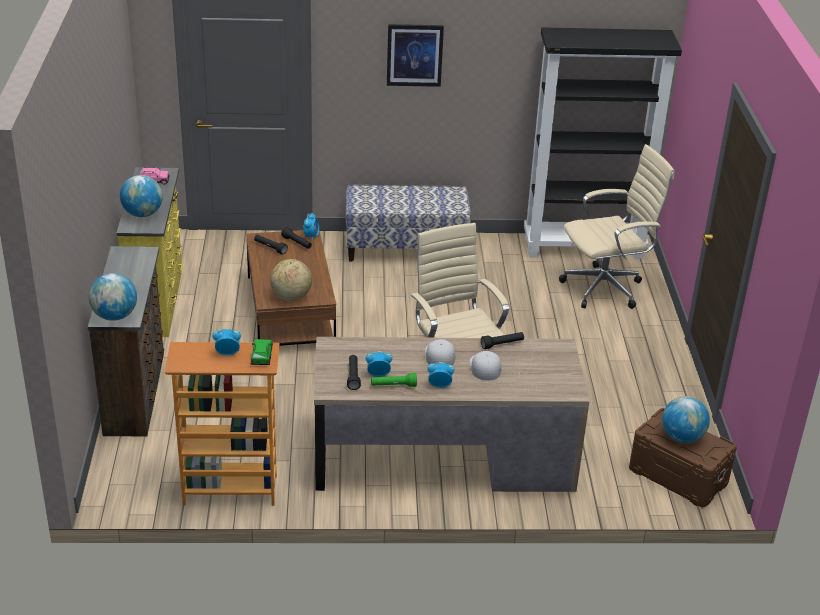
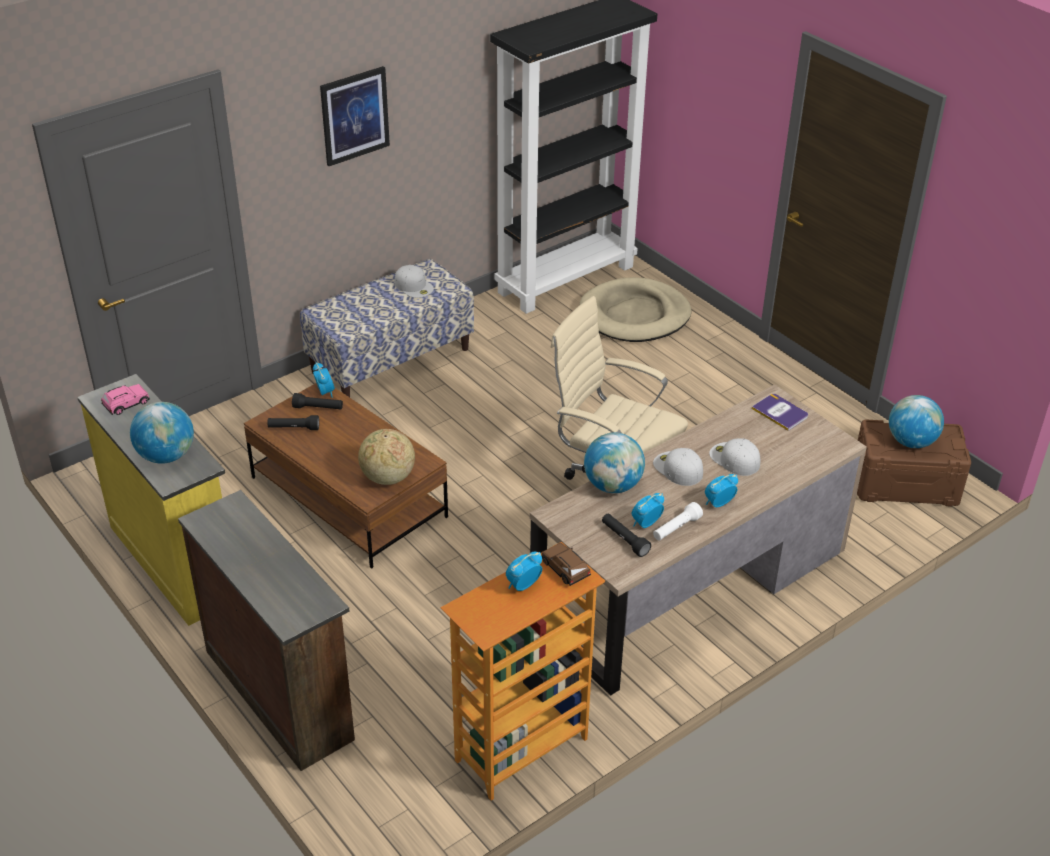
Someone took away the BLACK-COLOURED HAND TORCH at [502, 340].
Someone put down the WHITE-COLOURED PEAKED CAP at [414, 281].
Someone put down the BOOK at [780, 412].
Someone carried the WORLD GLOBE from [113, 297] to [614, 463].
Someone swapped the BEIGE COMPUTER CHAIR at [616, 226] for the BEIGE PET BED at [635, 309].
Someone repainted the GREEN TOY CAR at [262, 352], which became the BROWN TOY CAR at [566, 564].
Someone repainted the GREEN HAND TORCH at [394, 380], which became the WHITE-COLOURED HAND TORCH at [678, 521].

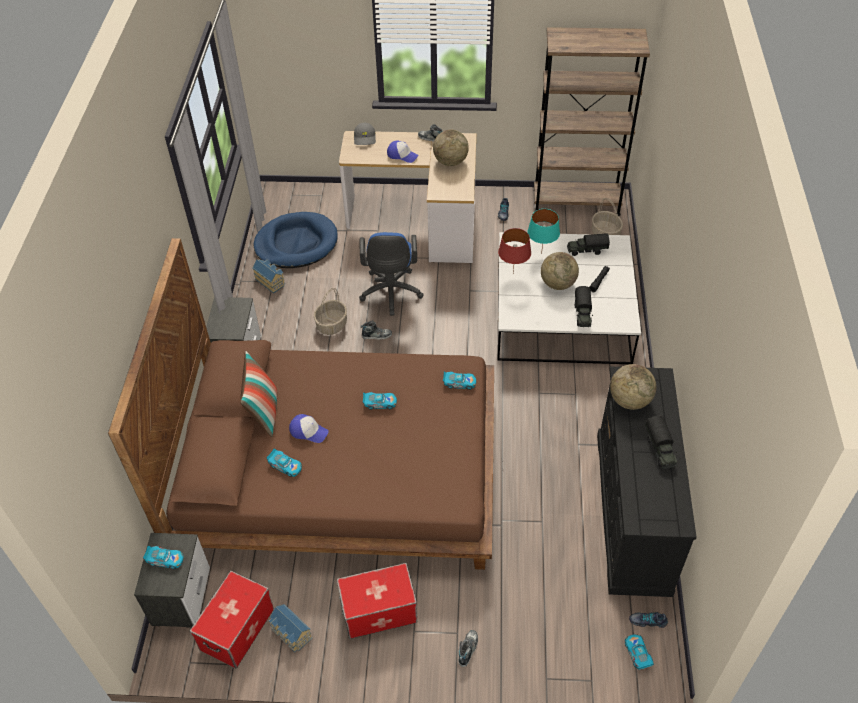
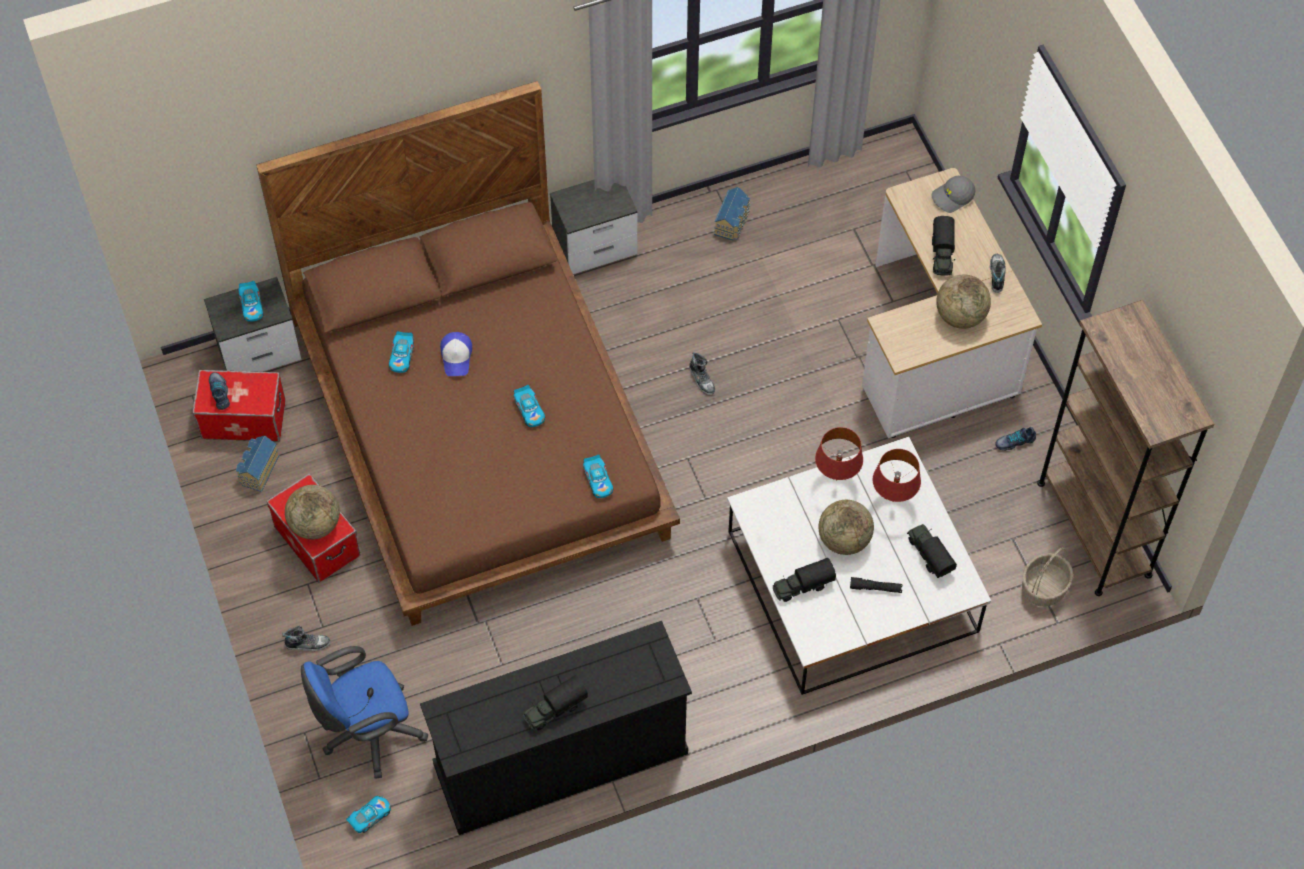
Someone took away the PILLOW at [258, 394].
Someone took away the BLUE PET BED at [296, 240].
Someone took away the STORAGE BASKET at [330, 311].
Someone carried the BLUE COMPUTER CHAIR from [391, 274] to [364, 712].
Someone carried the WORLD GLOBE from [633, 387] to [312, 512].
Someone carried the SHOE from [648, 620] to [219, 391].
Someone swapped the PEAKED CAP at [402, 152] for the TOY TRUCK at [943, 245].
Someone repainted the TURQUOISE-COLOURED TABLETOP LAMP at [543, 231], which became the REDDISH TABLETOP LAMP at [897, 475].

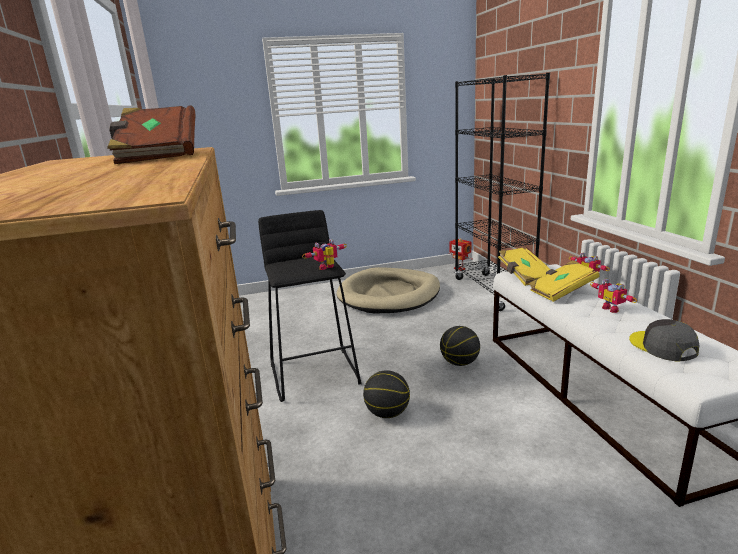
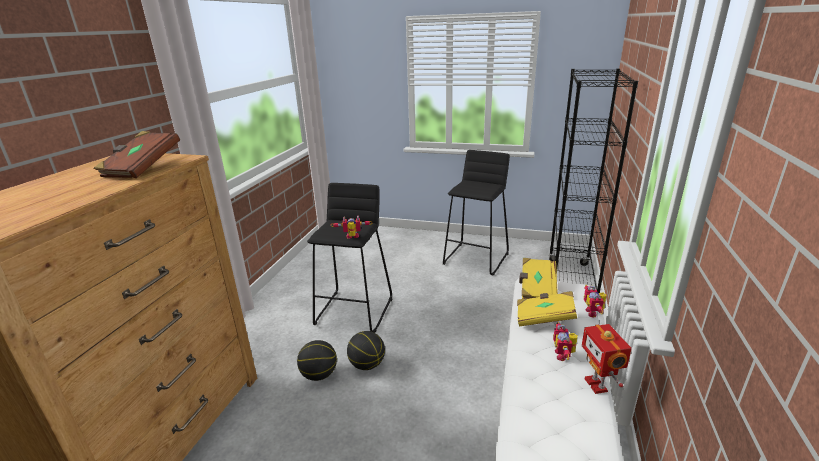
Someone took away the GRAY PEAKED CAP at [664, 340].
Someone carried the BASKETBALL BALL from [460, 346] to [317, 360].
Someone carried the ROBOT FIGURE from [461, 254] to [607, 359].
Someone swapped the BEIGE PET BED at [388, 290] for the BLACK-COLOURED STOOL at [476, 213].

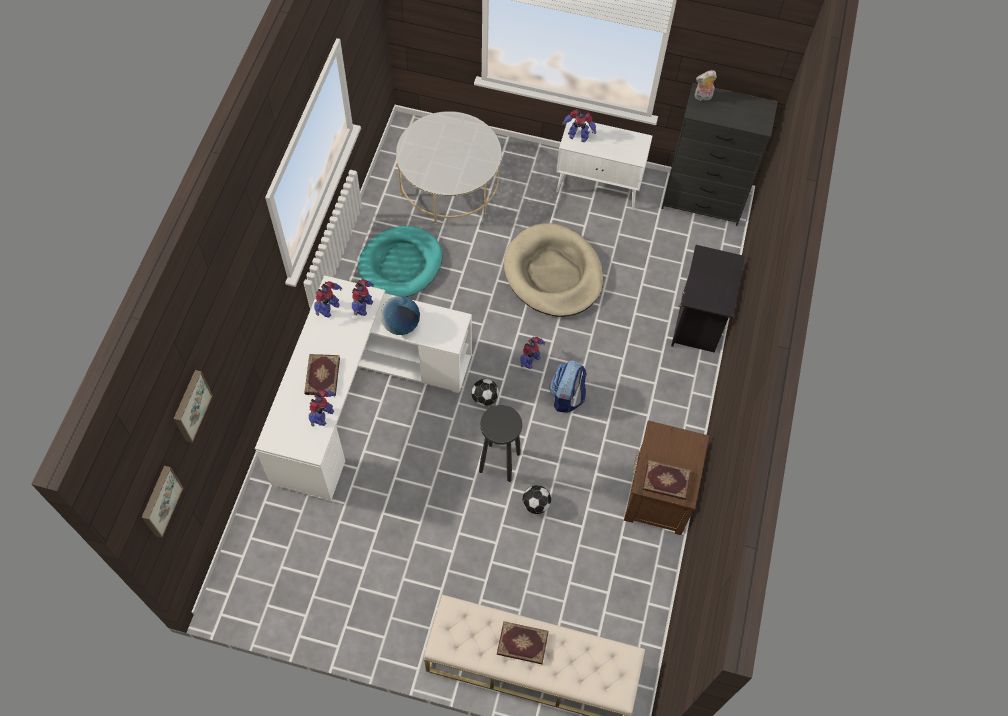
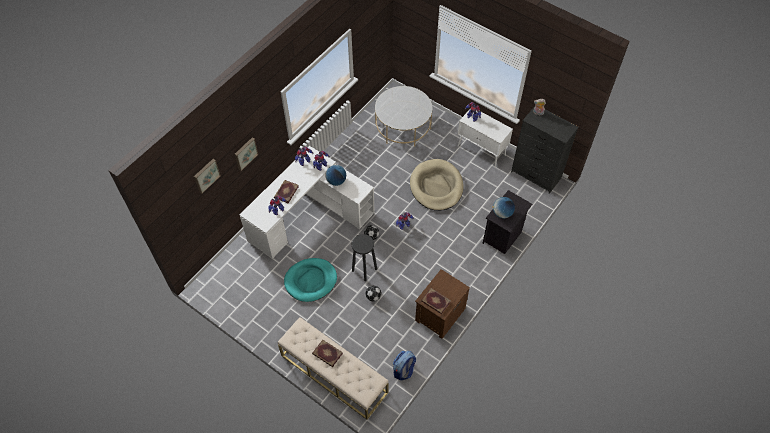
Someone put down the WORLD GLOBE at [504, 207].
Someone carried the PICTURE from [162, 502] to [246, 154].
Someone carried the TURQUOISE-COLOURED PET BED from [400, 261] to [310, 280].
Someone carried the RUCKSACK from [568, 386] to [404, 365].

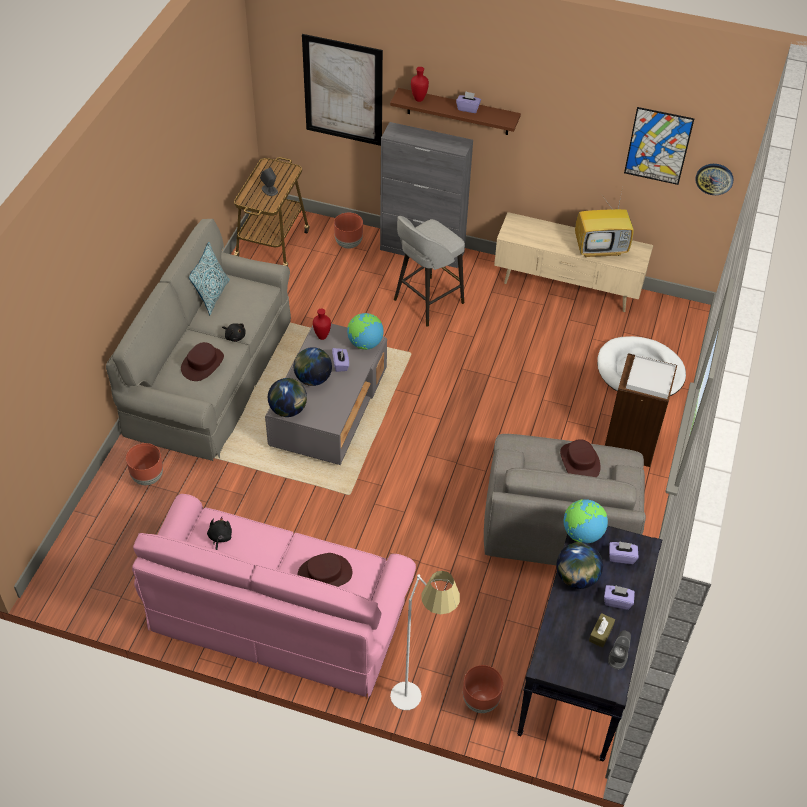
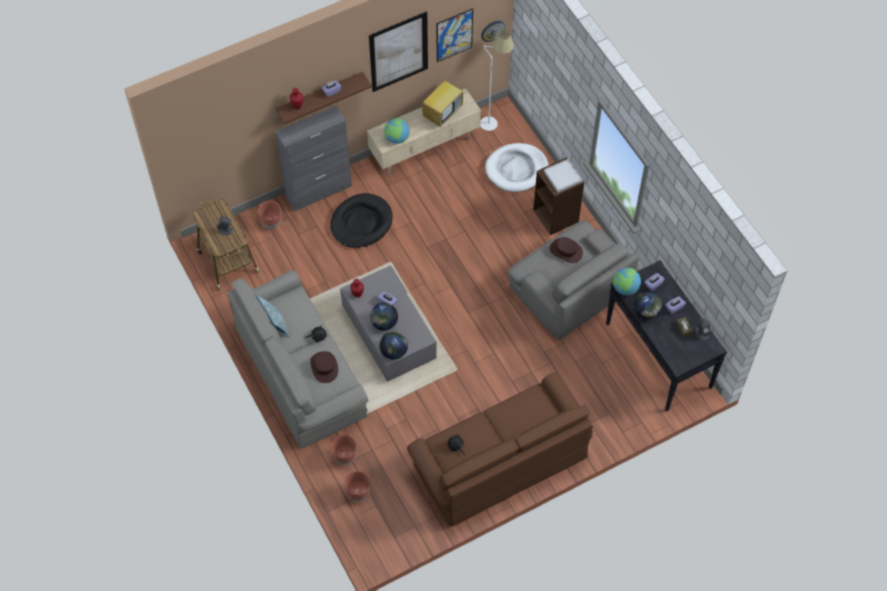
Someone took away the BROWN CLOTHING HAT at [324, 570].
Someone carried the PICTURE from [342, 90] to [398, 51].
Someone carried the WORLD GLOBE from [365, 331] to [397, 131].
Someone carried the WHITE-COLOURED STANDING LAMP from [425, 640] to [497, 80].
Someone carried the BROWN PLANTER from [483, 689] to [357, 486].
Someone swapped the GRAY STOOL at [429, 271] for the BLACK-COLOURED PET BED at [362, 220].
Someone repainted the PINK SETTEE at [274, 595], which became the BROWN SETTEE at [500, 449].

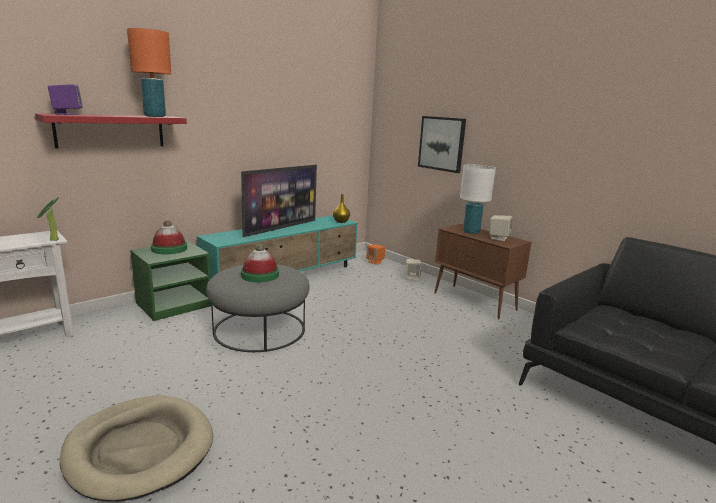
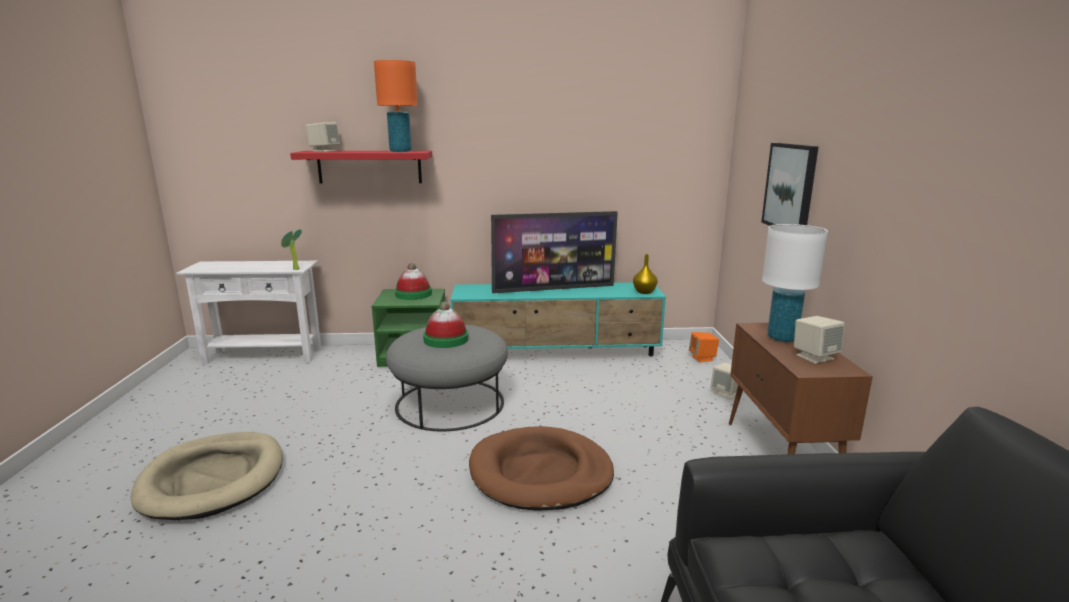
Someone put down the BROWN PET BED at [541, 468].
Someone repainted the PURPLE LOUDSPEAKER at [65, 99], which became the BEIGE LOUDSPEAKER at [323, 137].

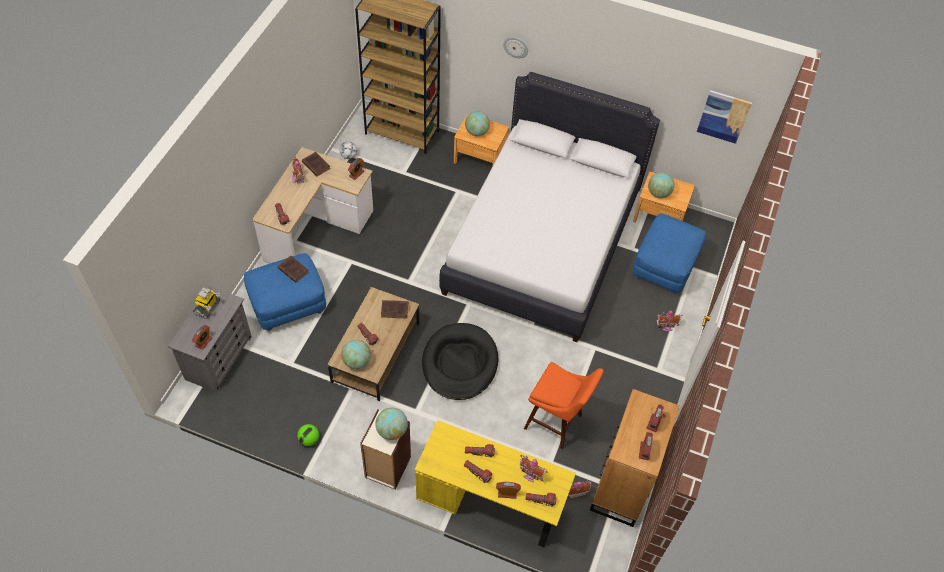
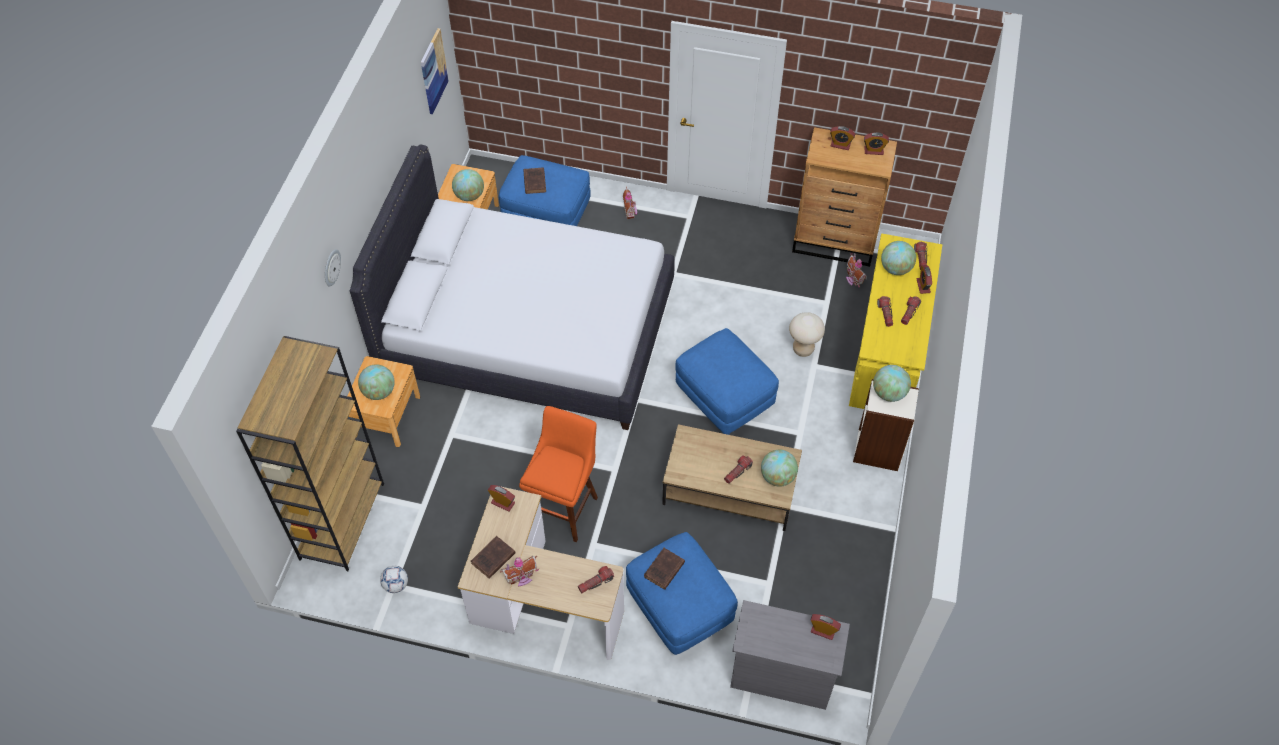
Someone took away the ROBOT FIGURE at [207, 303].
Someone took away the FOOTBALL BALL at [308, 435].
Someone put down the BEIGE STOOL at [807, 334].
Someone carried the BROWN BOOK from [394, 309] to [534, 180].
Someone carried the ORANGE STOOL from [564, 405] to [558, 474].
Someone swapped the BLACK-COLOURED PET BED at [460, 361] for the BLUE OTTOMAN at [727, 381].
Someone swapped the MODEL HOUSE at [534, 468] for the WORLD GLOBE at [898, 258].

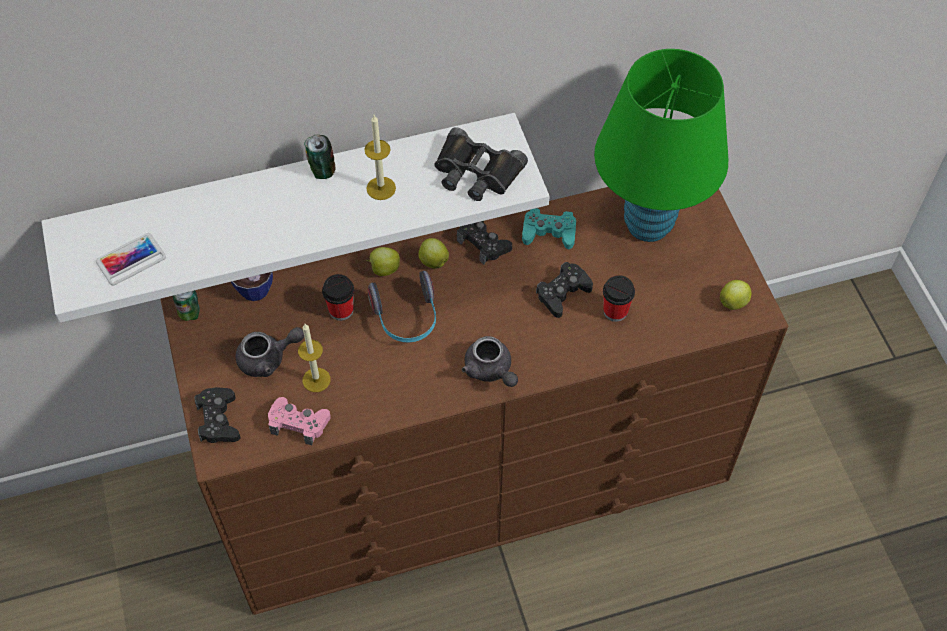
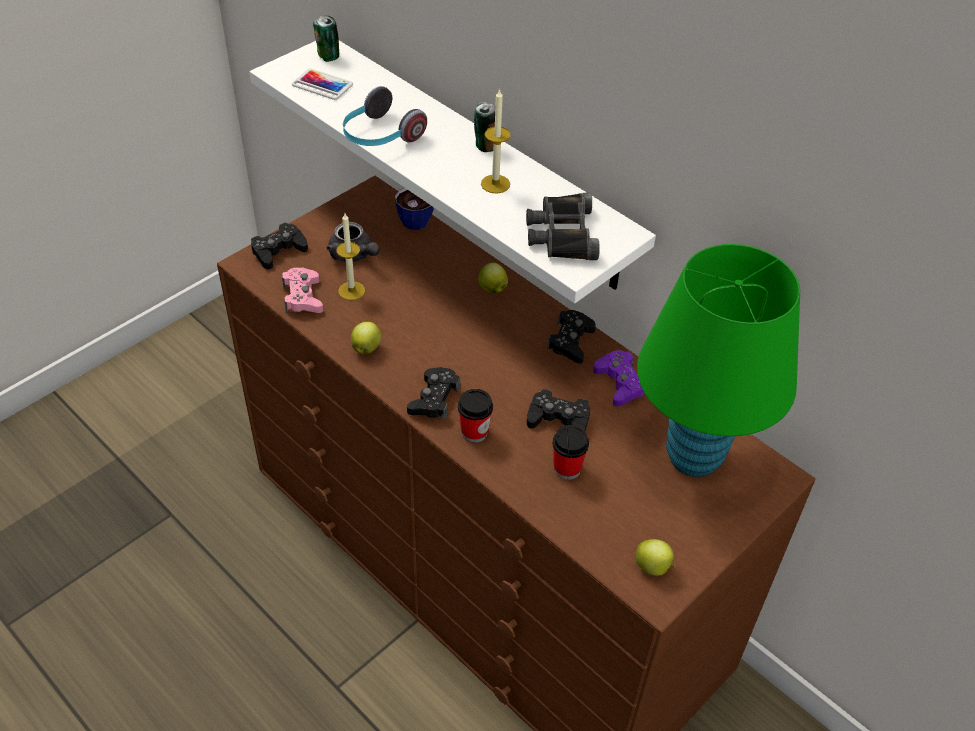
Someone carried the SEALED CAN from [186, 305] to [326, 39].
Someone carried the CUP from [338, 297] to [475, 416].
Someone carried the HEADPHONES from [402, 306] to [385, 116].
Someone carried the WHOLE APPLE from [433, 253] to [366, 338].
Someone swapped the GRAY TEAPOT at [490, 361] for the BLACK-COLOURED JOYPAD at [434, 393].
Someone repainted the TURQUOISE-COLOURED JOYPAD at [549, 228], which became the PURPLE JOYPAD at [618, 378].

